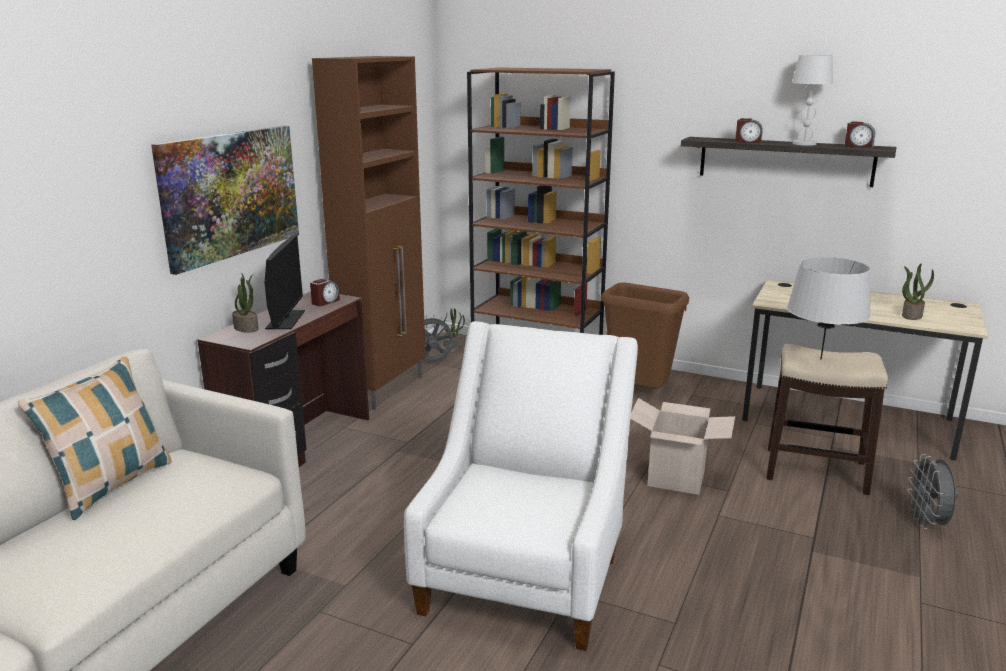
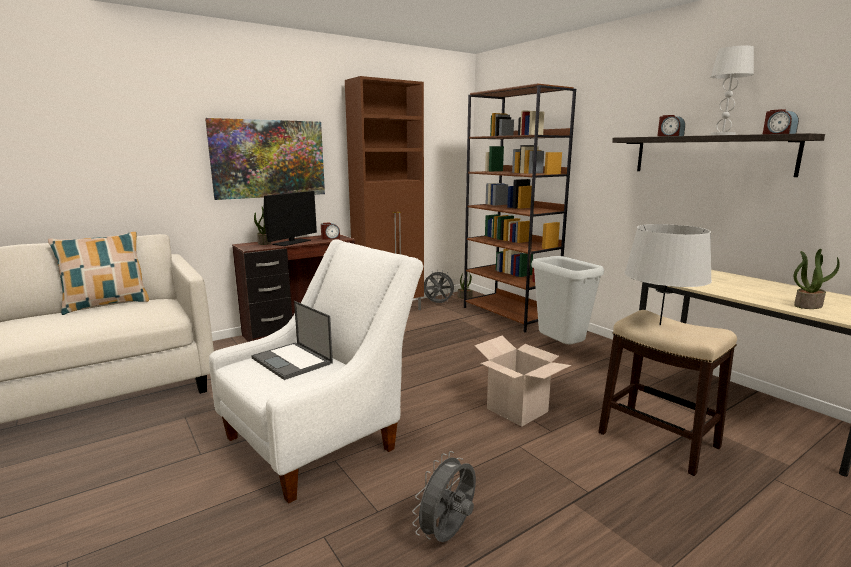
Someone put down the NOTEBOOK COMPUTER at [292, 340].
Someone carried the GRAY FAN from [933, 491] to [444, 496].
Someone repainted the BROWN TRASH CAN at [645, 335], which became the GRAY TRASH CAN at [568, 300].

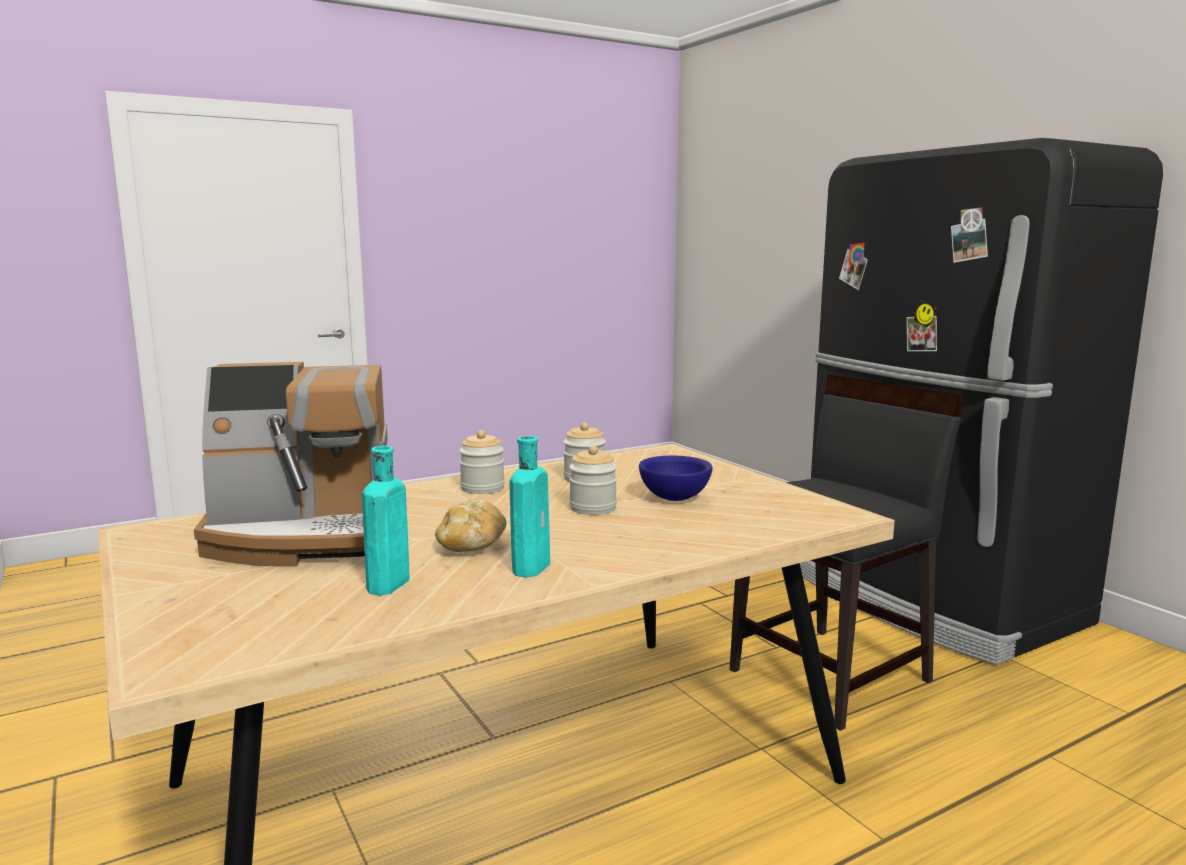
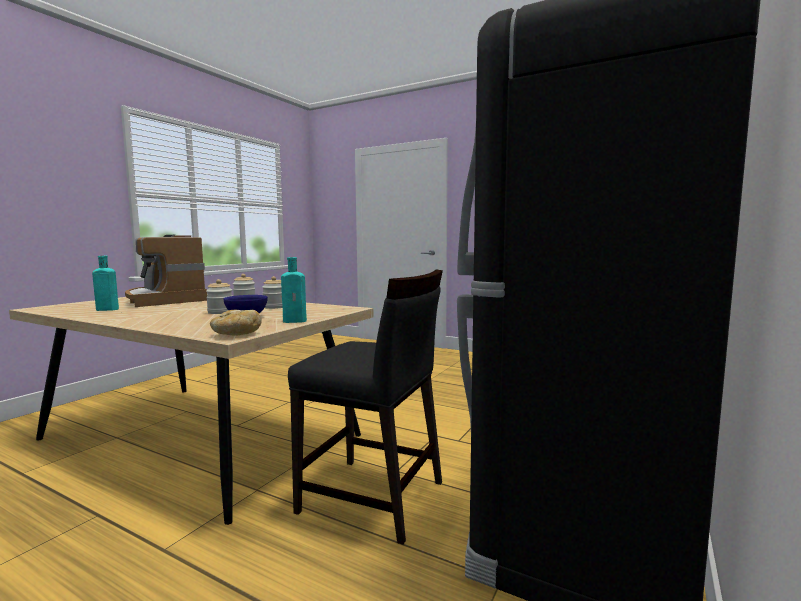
Someone carried the BAKERY BREAD from [470, 525] to [236, 323].
Someone carried the TURQUOISE-COLOURED BOTTLE from [529, 506] to [294, 290].

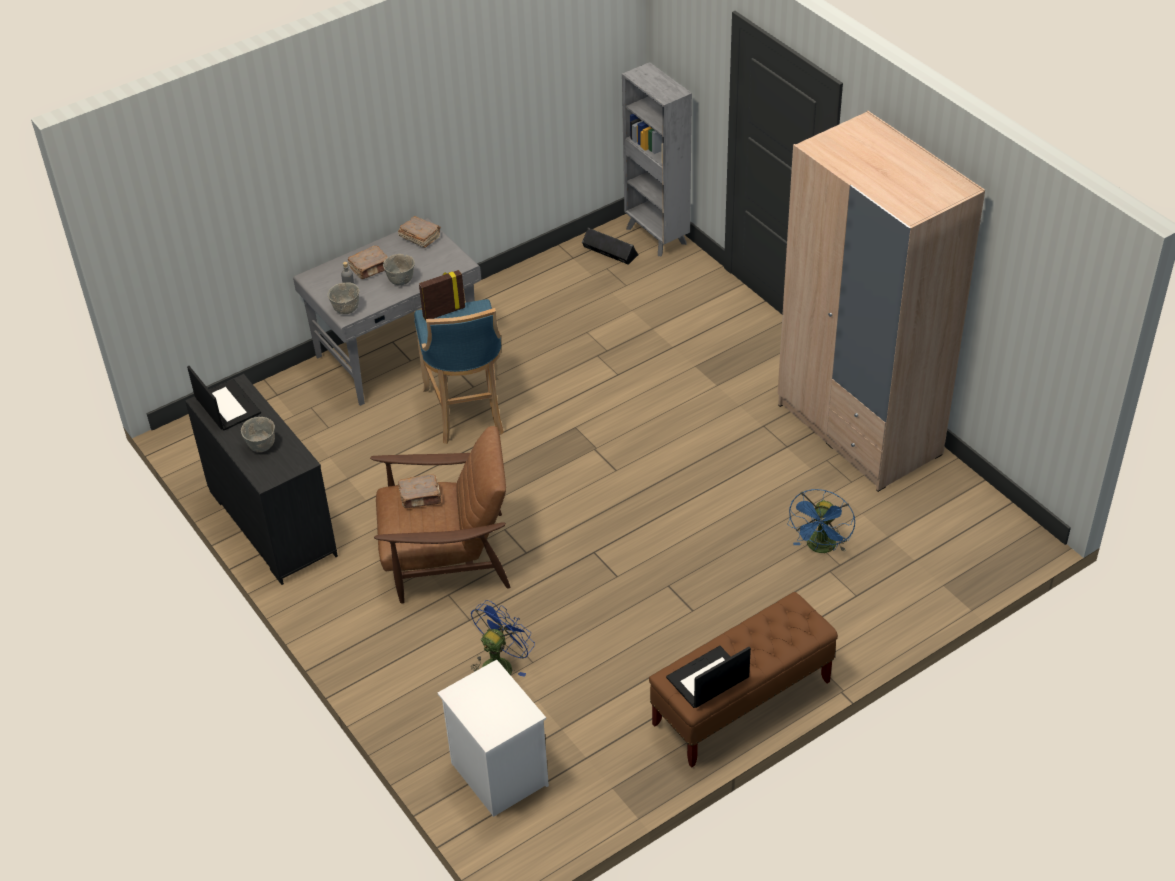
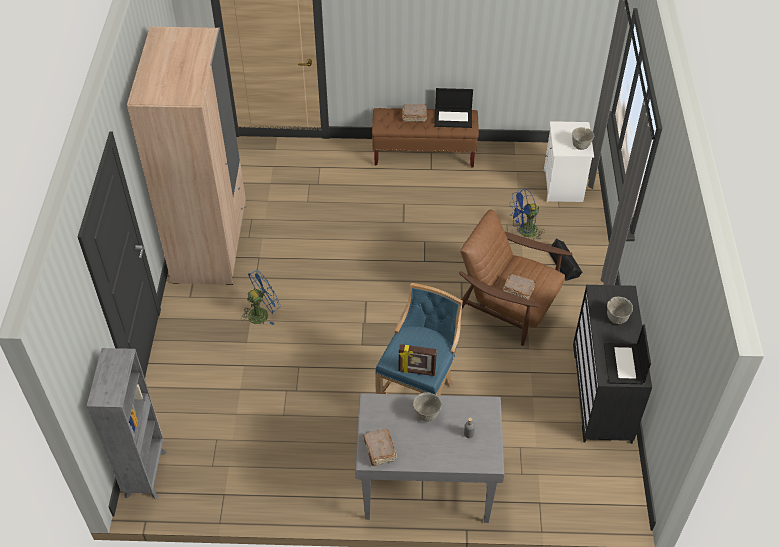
Someone carried the GRAY SERVING BOWL from [343, 298] to [583, 138].
Someone carried the BROWN BOOK from [368, 262] to [414, 113].
Someone carried the BLACK-COLOURED LOUDSPEAKER from [610, 246] to [565, 259].
Someone carried the BLUE FAN from [821, 521] to [261, 297].

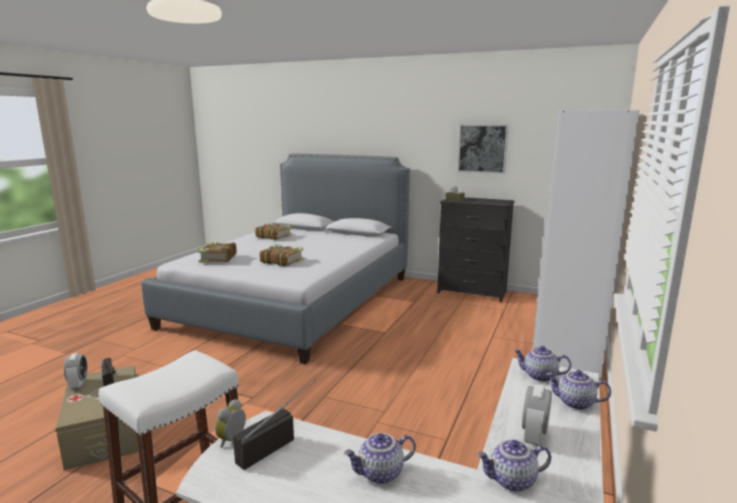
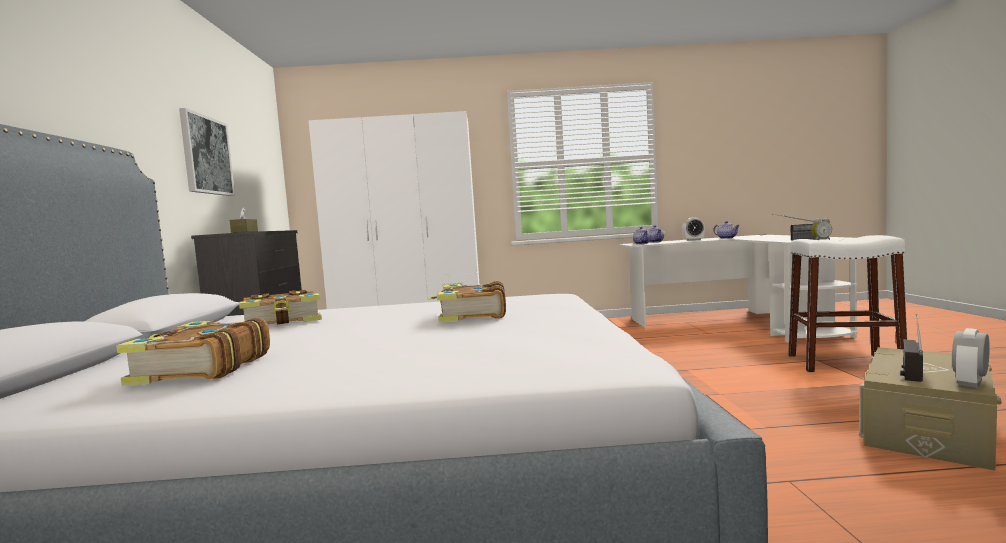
Someone took away the TEAPOT at [380, 458].
Someone carried the BOOK from [217, 252] to [280, 306].

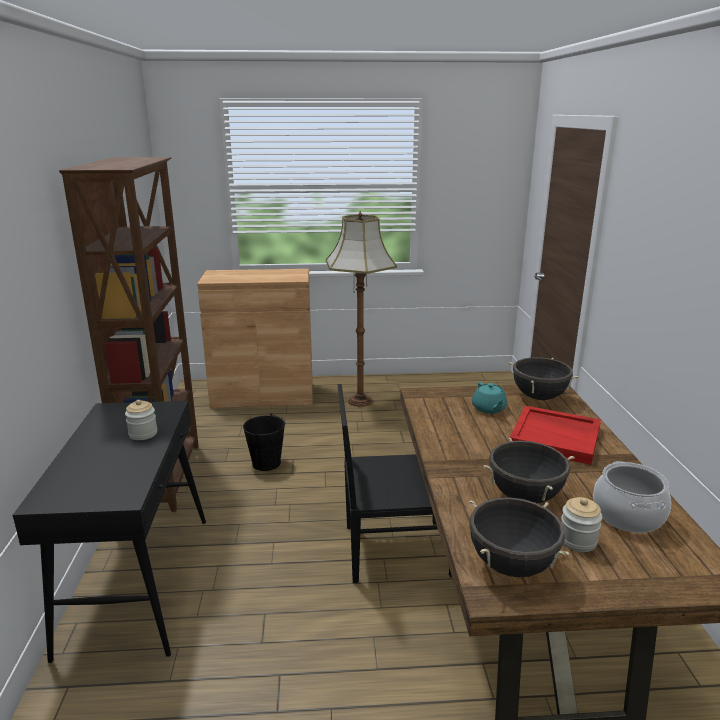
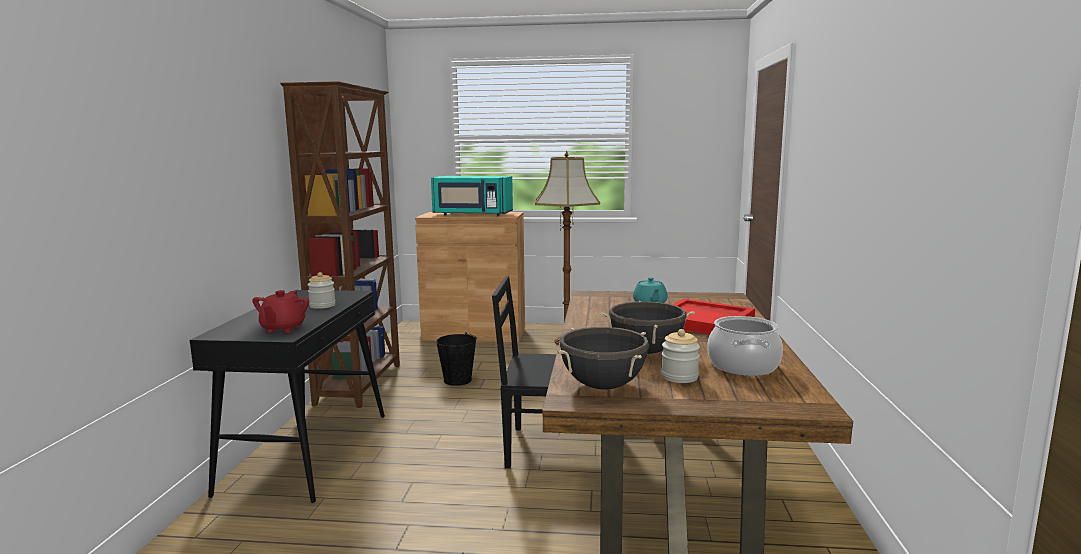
Someone took away the BLACK-COLOURED COOKING POT at [543, 378].
Someone put down the REDDISH TEAPOT at [280, 311].
Someone put down the TURQUOISE-COLOURED MICROWAVE at [472, 196].

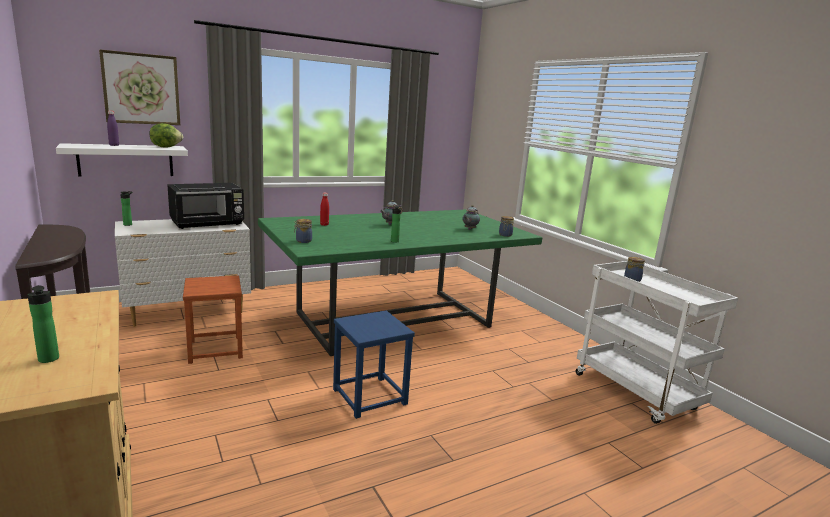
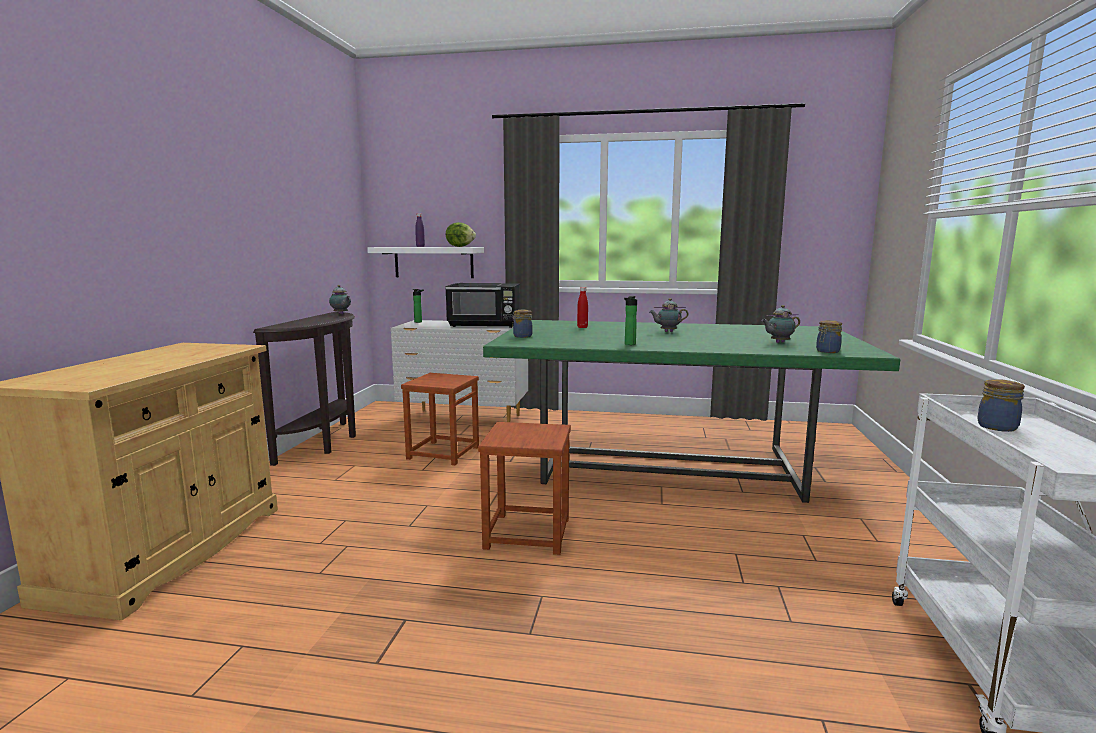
Someone took away the BOTTLE at [43, 324].
Someone took away the PICTURE at [139, 87].
Someone put down the TEAPOT at [340, 299].
Someone repainted the BLUE STOOL at [374, 365], which became the BROWN STOOL at [524, 488].

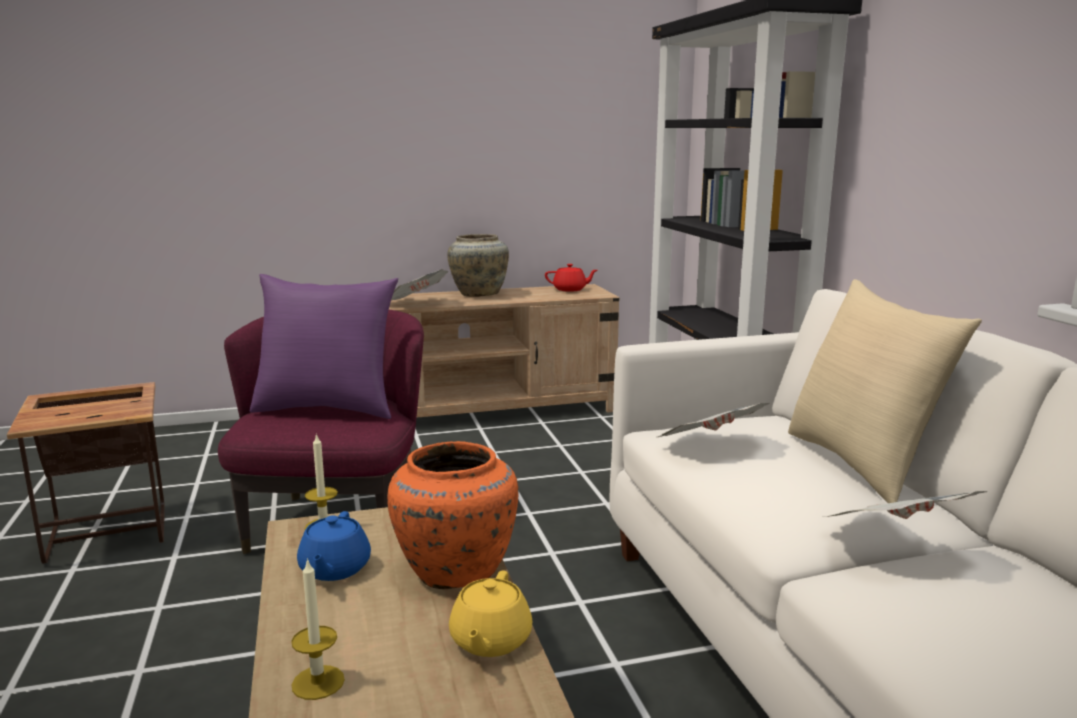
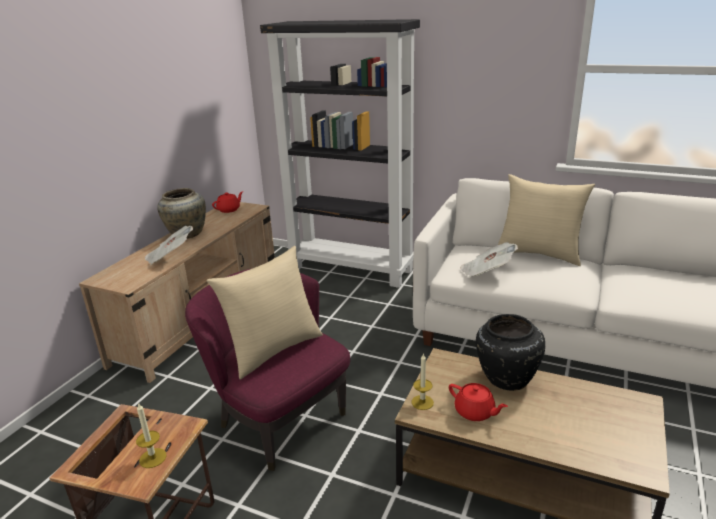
Someone took away the YELLOW-COLOURED TEAPOT at [490, 613].
Someone took away the PRINTED PAPER at [907, 505].
Someone carried the CANDLE from [318, 629] to [151, 435].
Someone repainted the PURPLE PILLOW at [324, 346], which became the BEIGE PILLOW at [264, 313].
Someone repainted the BLUE TEAPOT at [334, 546], which became the REDDISH TEAPOT at [478, 402].
Someone repainted the ORANGE FLOWER VASE at [453, 515], which became the BLACK-COLOURED FLOWER VASE at [510, 352].

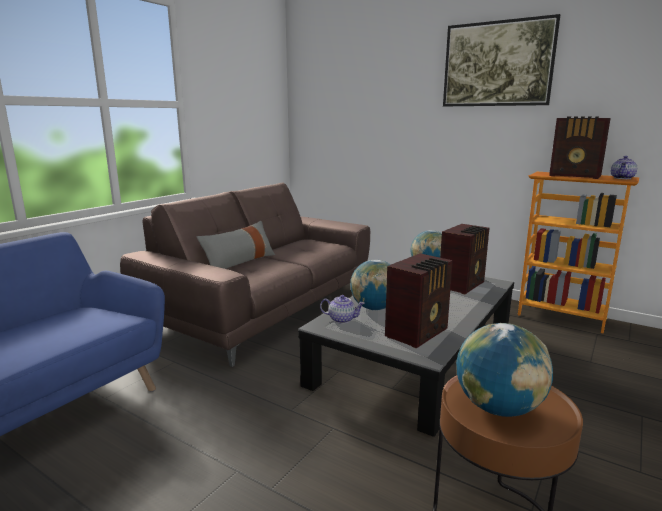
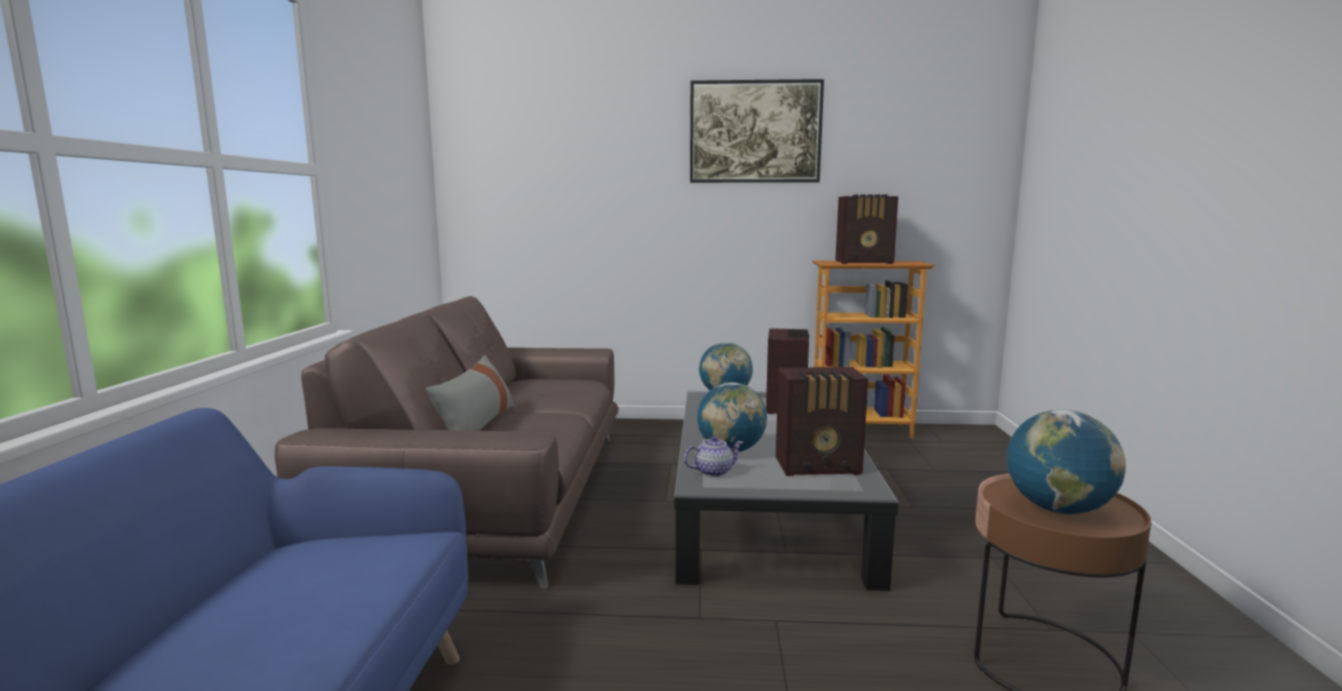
Someone took away the TEAPOT at [624, 167].
Someone rotated the RADIO RECEIVER at [419, 301] by 75 degrees clockwise.

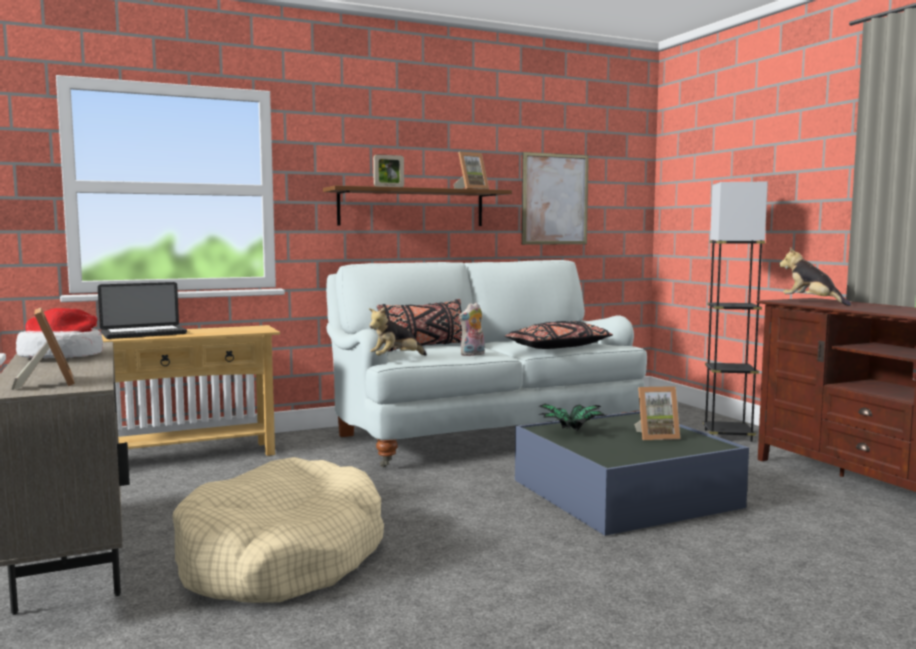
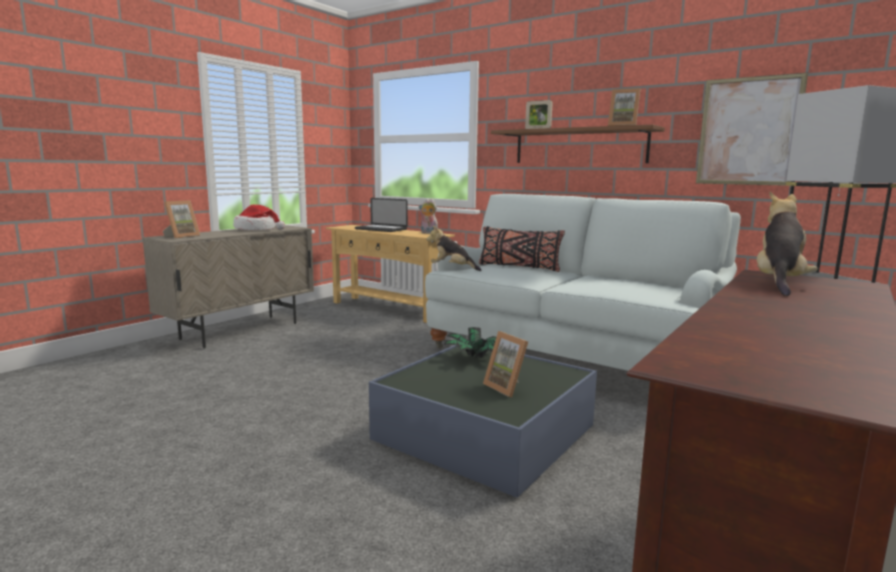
Someone took away the BEIGE PET BED at [278, 530].
Someone took away the BLACK-COLOURED PILLOW at [559, 335].
Someone carried the SOFT TOY from [472, 329] to [428, 216].

